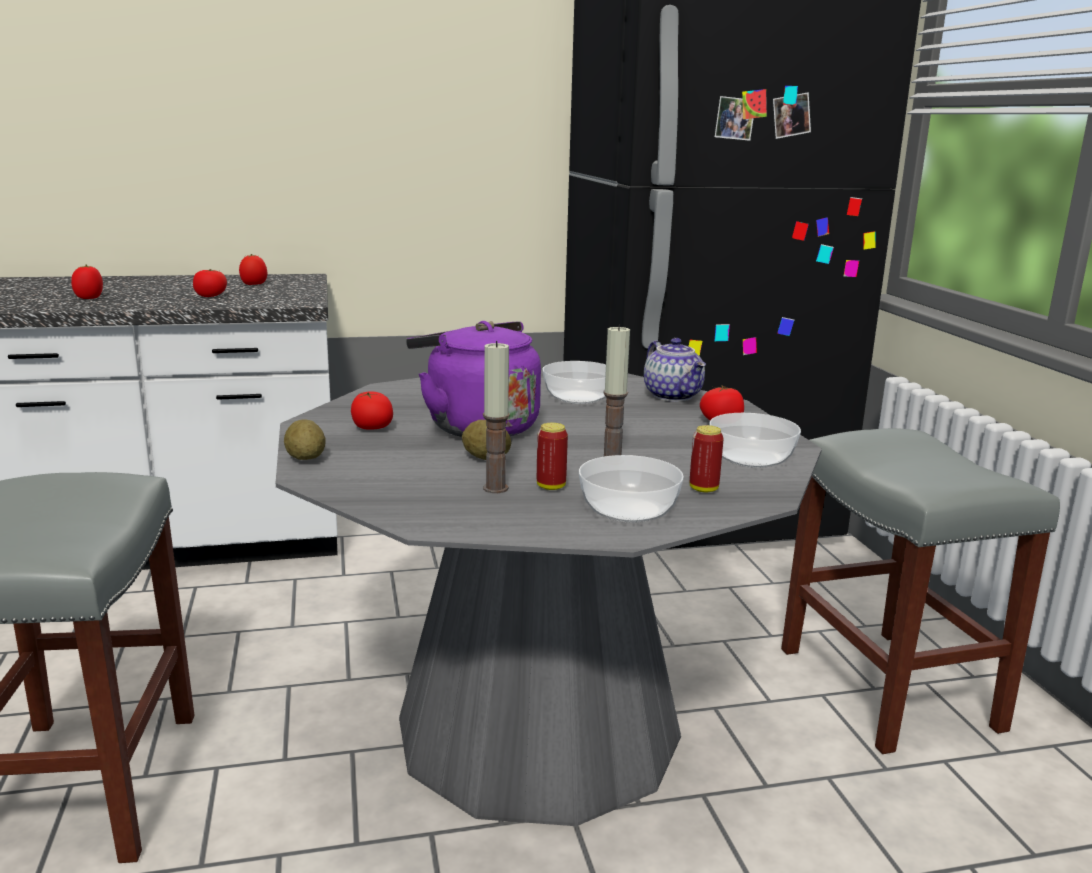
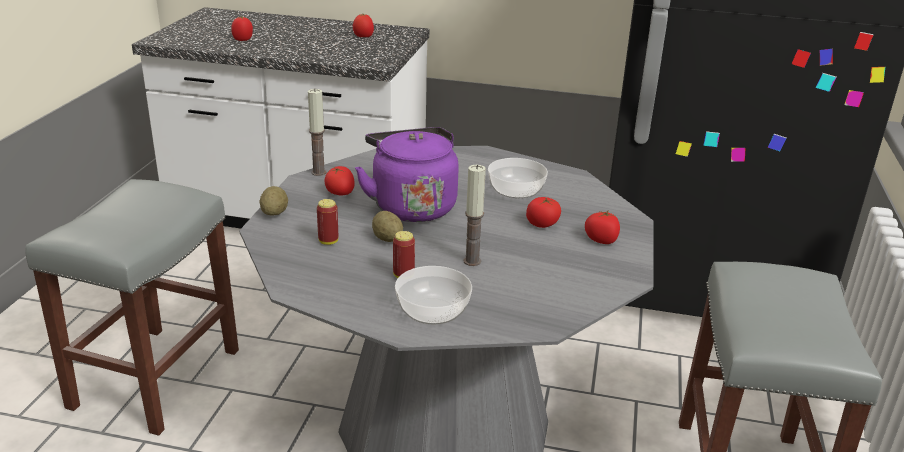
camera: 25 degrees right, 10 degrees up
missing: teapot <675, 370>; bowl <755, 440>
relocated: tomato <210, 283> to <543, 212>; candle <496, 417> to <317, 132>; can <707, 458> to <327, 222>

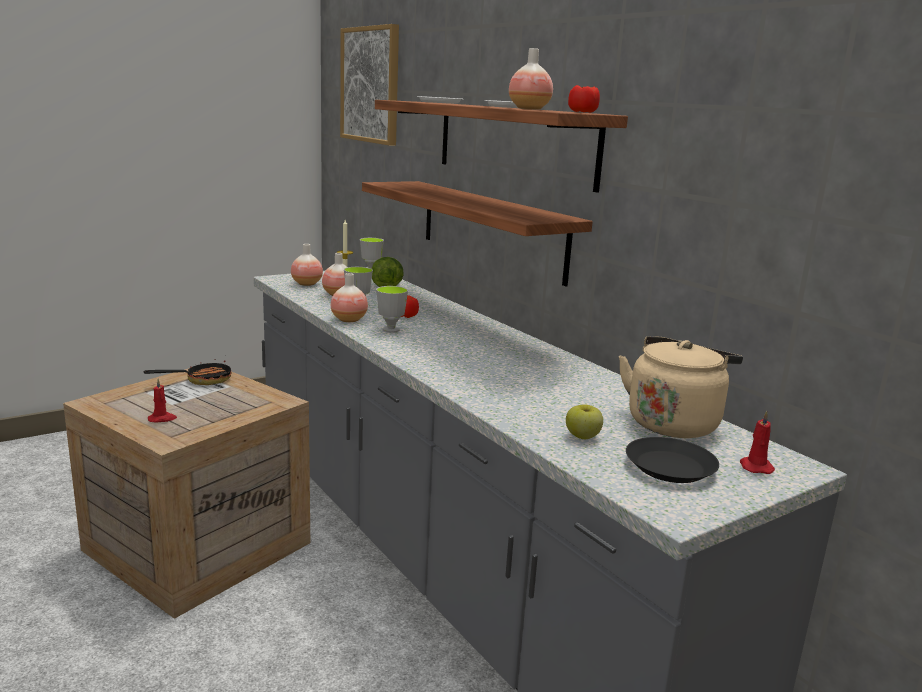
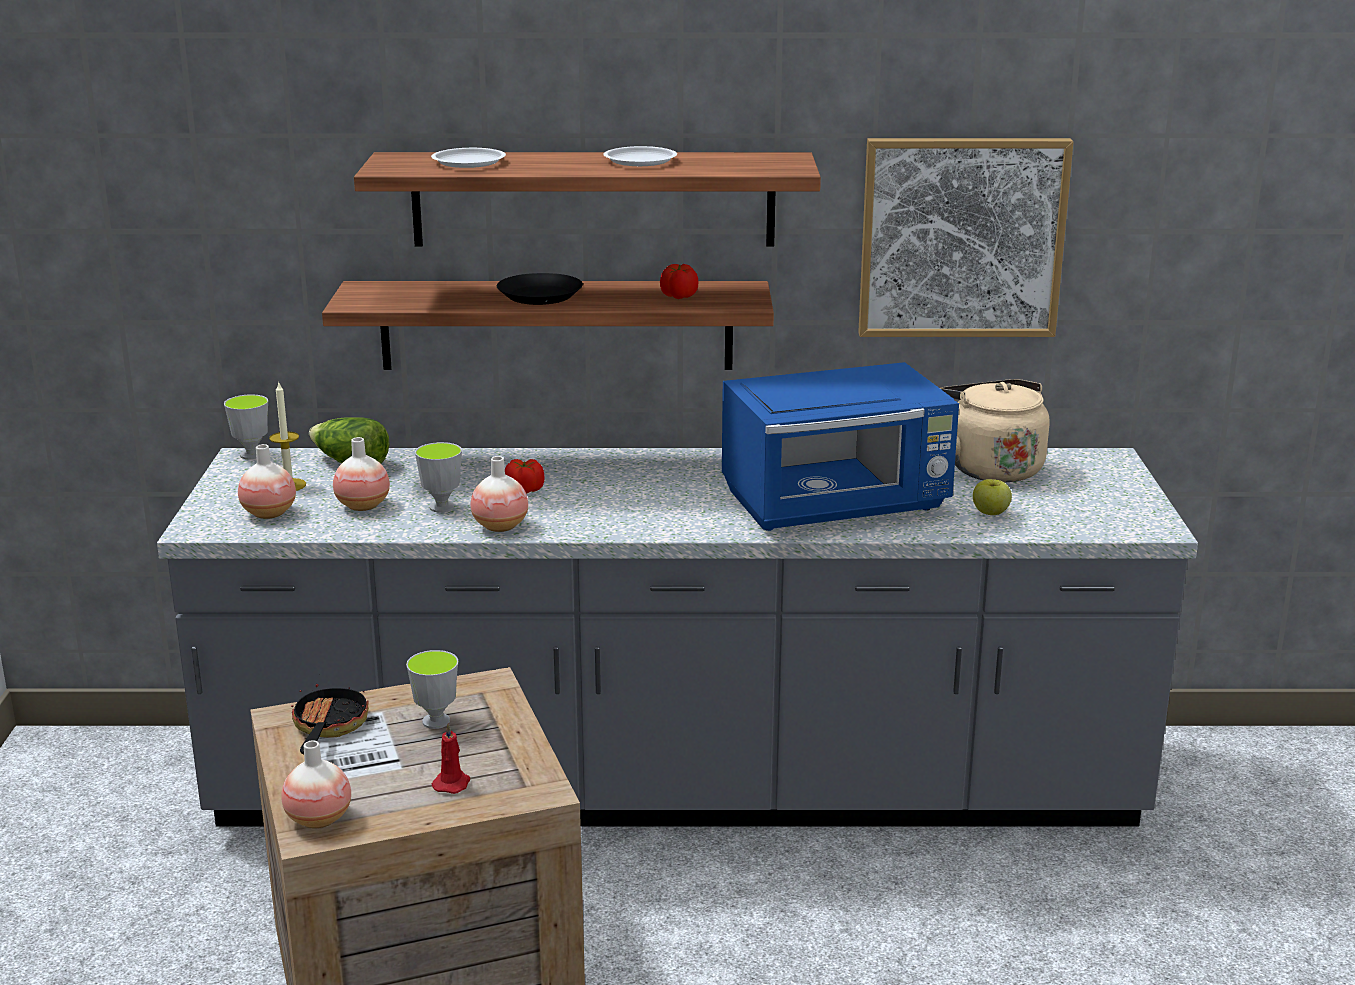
camera: 55 degrees left, 5 degrees up
missing: candle/red <757, 442>
appeared: microwave/blue <840, 446>
relocated: picture <369, 85> to <966, 237>; cup <392, 309> to <432, 689>; vase <531, 79> to <316, 784>; tomato <584, 99> to <679, 281>; plate/black <672, 460> to <540, 289>

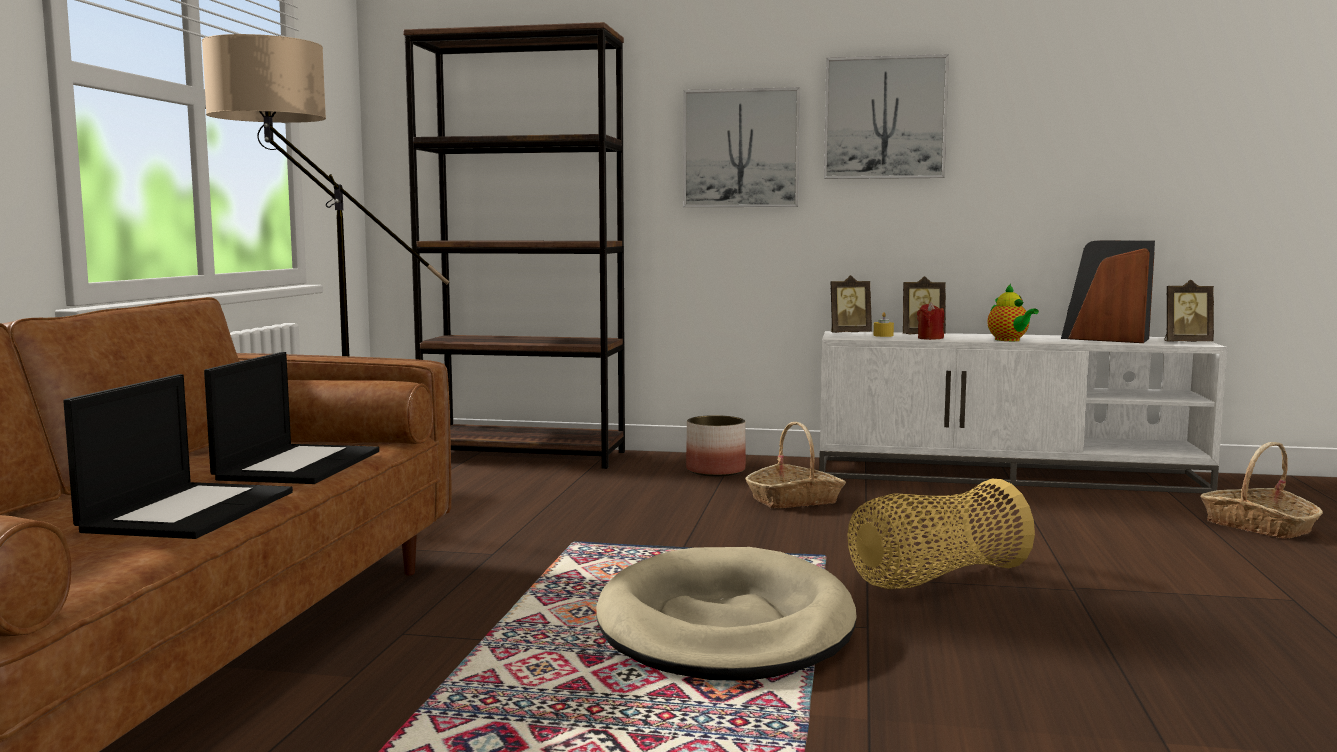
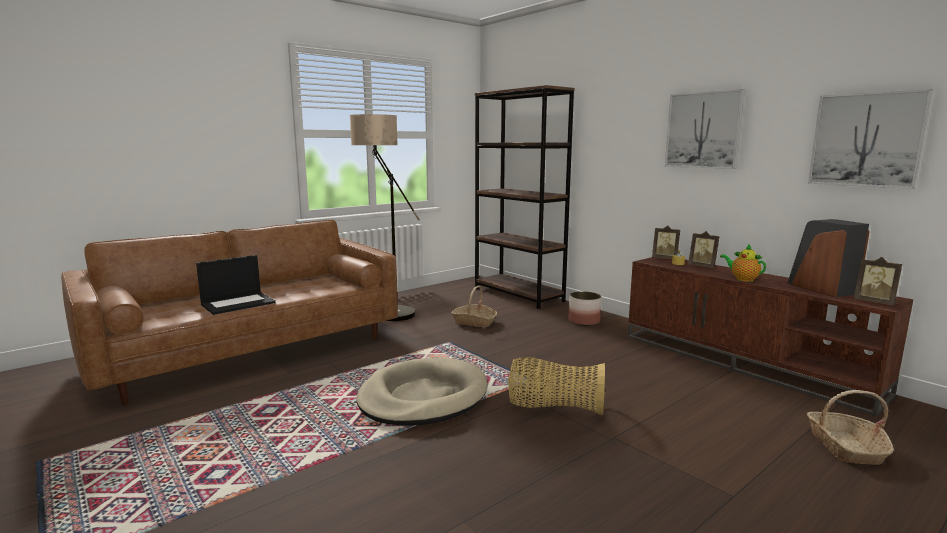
camera: 40 degrees right, 5 degrees up
missing: laptop <291, 418>; candle/red <930, 321>
relocated: picture <741, 147> to <870, 139>; basket <795, 465> to <474, 307>
colour: tv stand/white <1023, 412> to tv stand/brown <770, 336>
spun: teapot <1013, 312> = <743, 263> 120 degrees clockwise

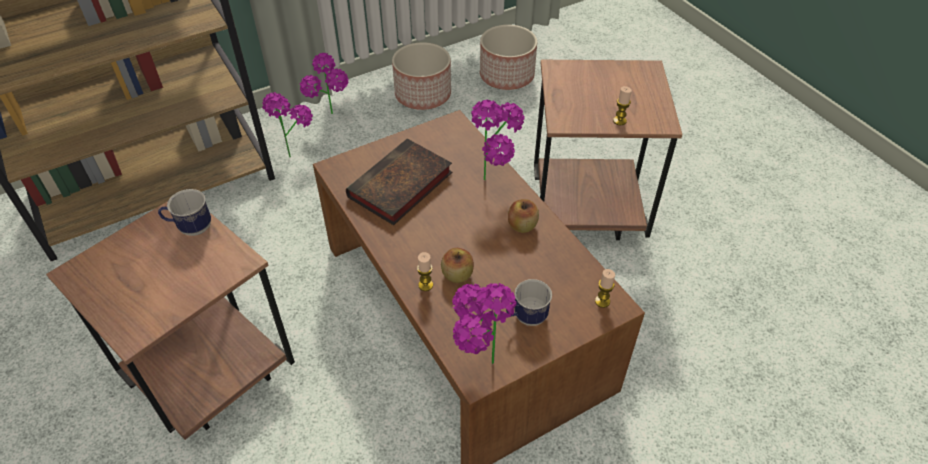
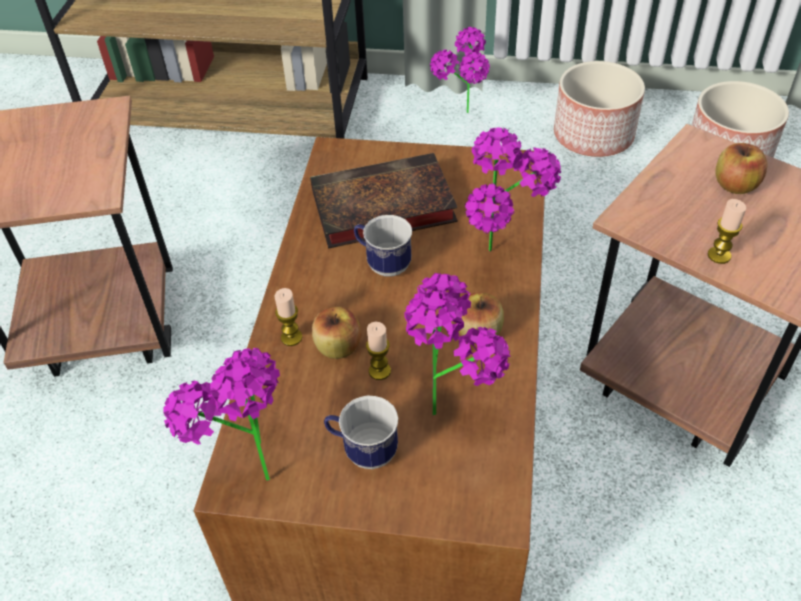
camera: 40 degrees right, 0 degrees up
appeared: apple <741, 168>
relocated: mug <184, 212> to <383, 246>; potted plant <287, 124> to <457, 344>; candle <605, 288> to <378, 351>

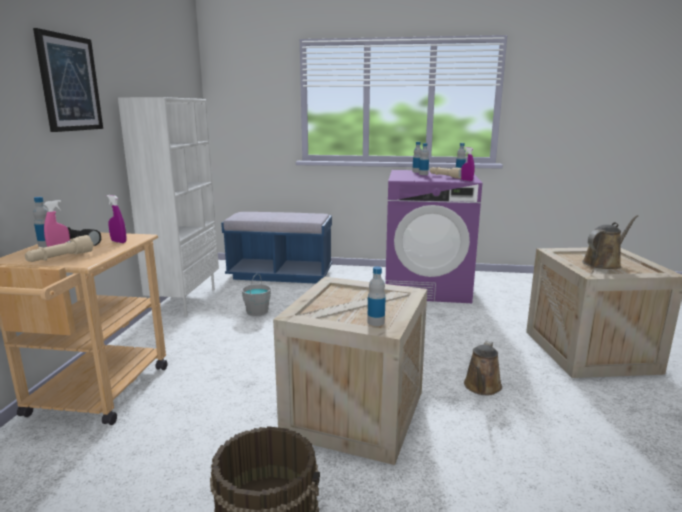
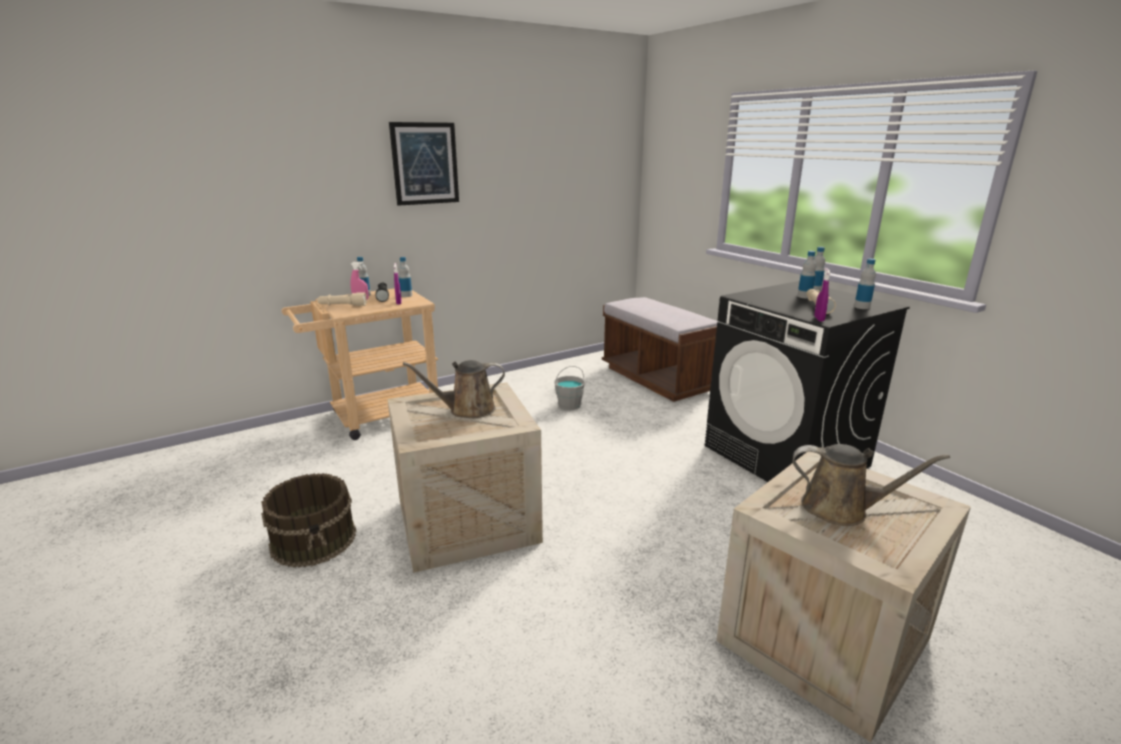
camera: 50 degrees right, 5 degrees up
missing: bookcase/white <168, 206>
relocated: bottle <376, 296> to <405, 277>; watering can/brown <483, 368> to <454, 389>
colour: bench/blue <276, 248> to bench/brown <660, 349>; washing machine/purple <433, 236> to washing machine/black <807, 381>

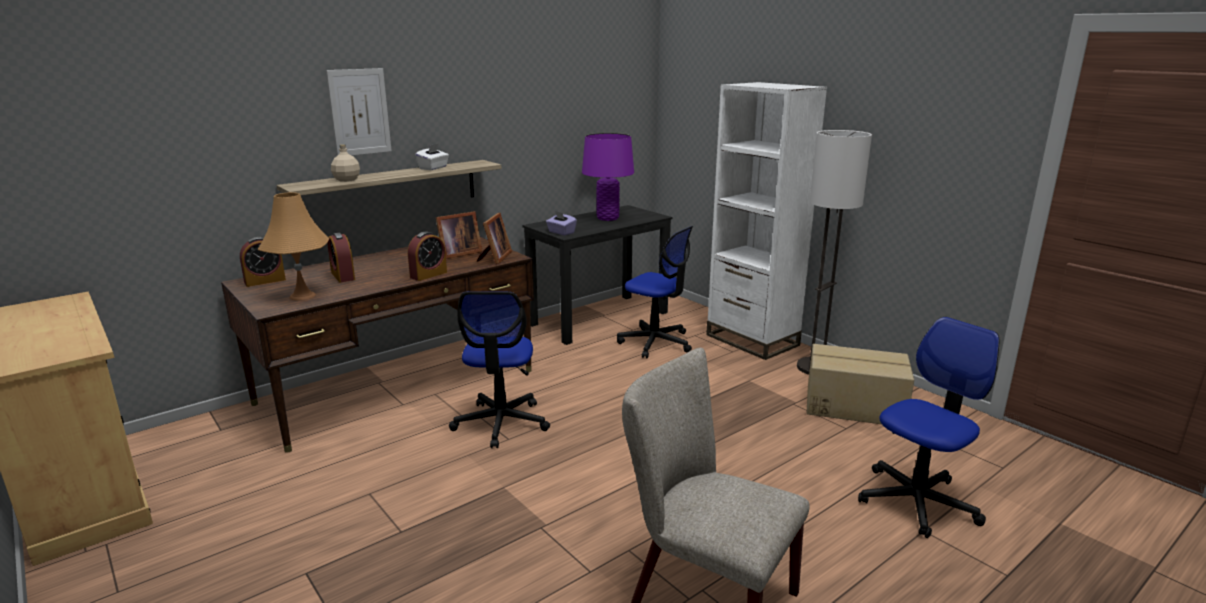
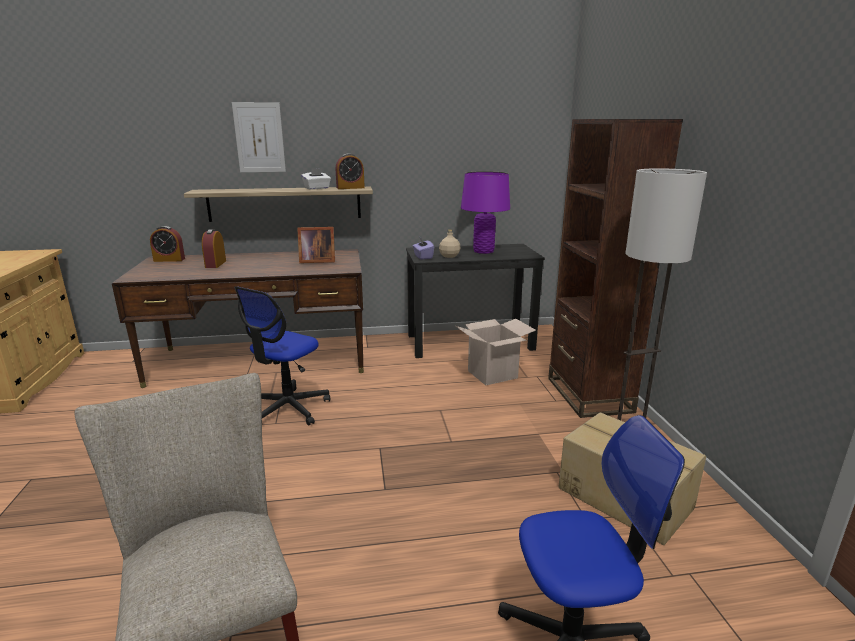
camera: 30 degrees right, 0 degrees up
missing: table lamp/orange <293, 246>; picture frame <494, 238>
relocated: bottle/beige <345, 163> to <450, 244>; alarm clock <427, 256> to <350, 171>
exchanged: office chair <655, 292> to cardboard box <496, 352>
colour: bookcase/white <766, 221> to bookcase/brown <615, 268>

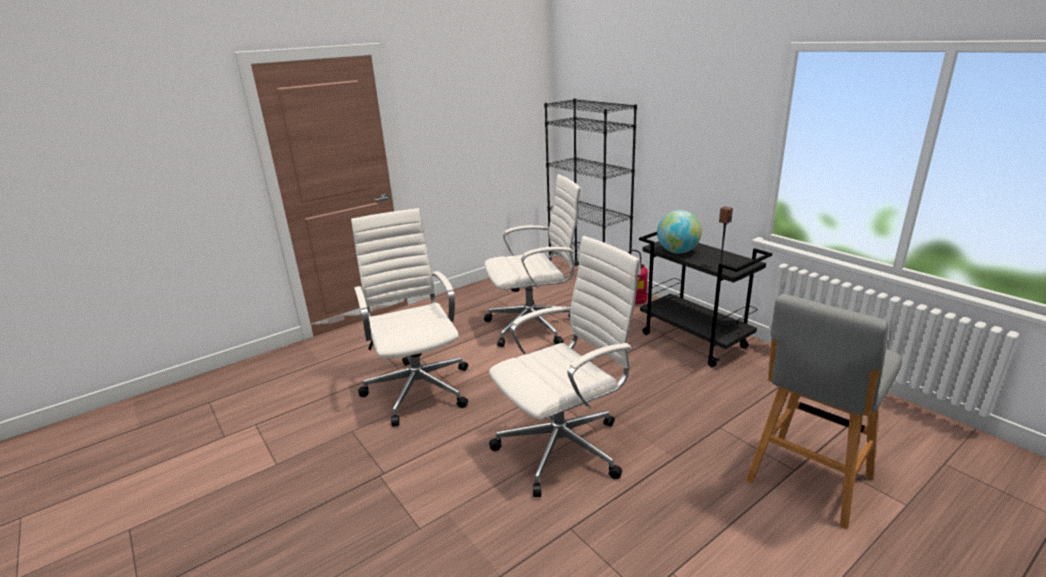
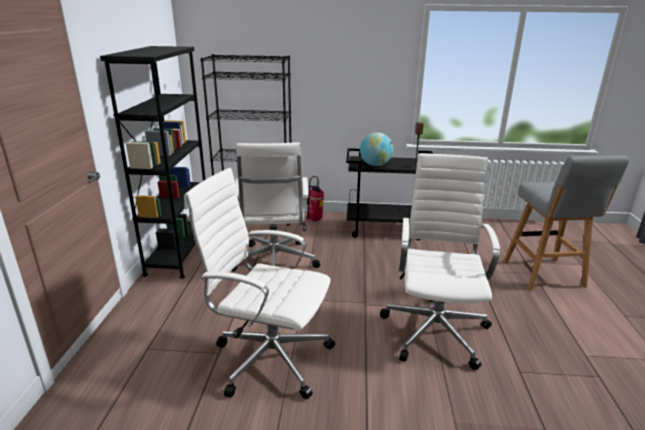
camera: 50 degrees left, 0 degrees up
appeared: bookcase/black <153, 162>
spun: office chair/white <533, 260> = <275, 206> 150 degrees clockwise

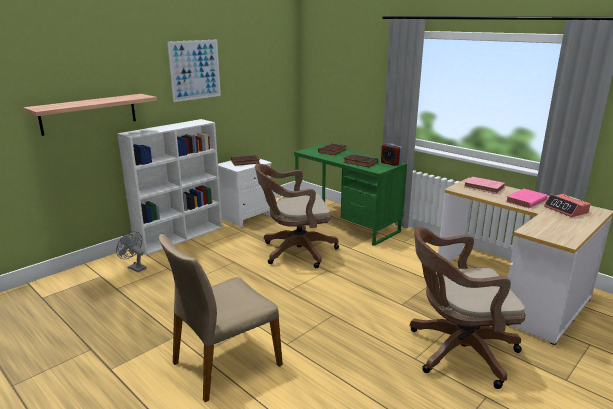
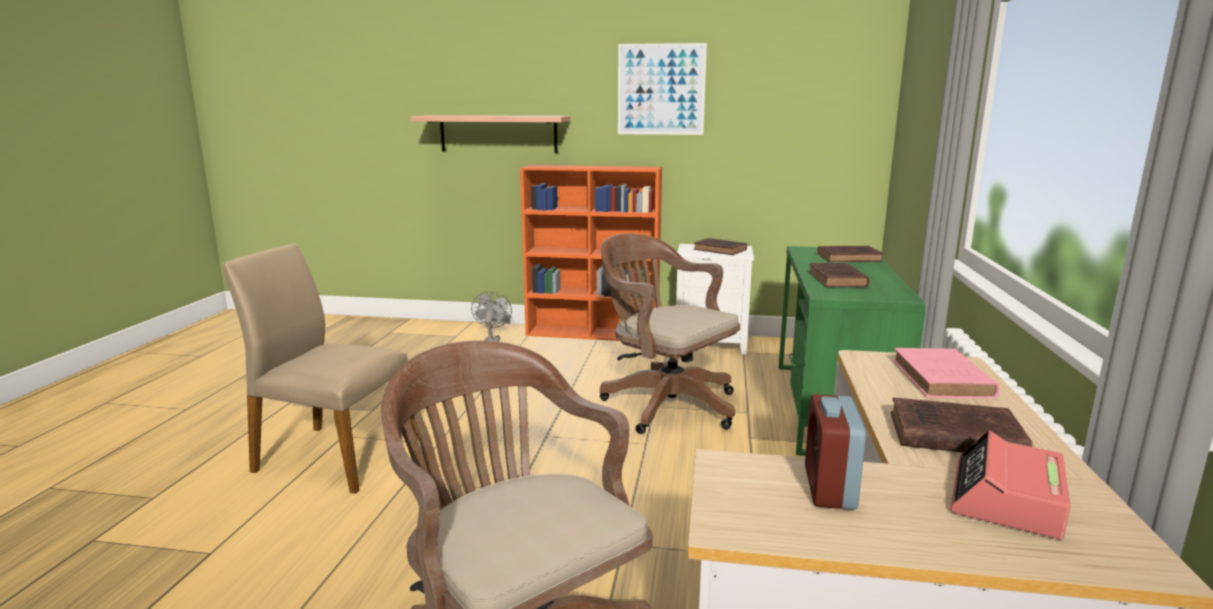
camera: 55 degrees right, 5 degrees down
relocated: alarm clock <391, 154> to <835, 452>
colour: bookcase/white <169, 187> to bookcase/orange <591, 253>; book/pink <527, 198> to book/brown <961, 425>

